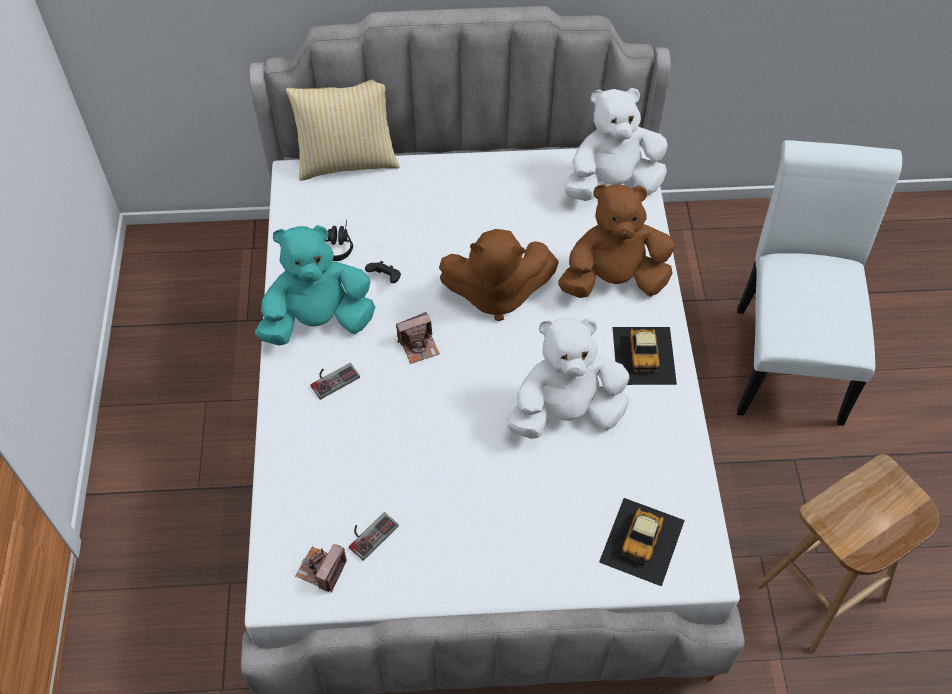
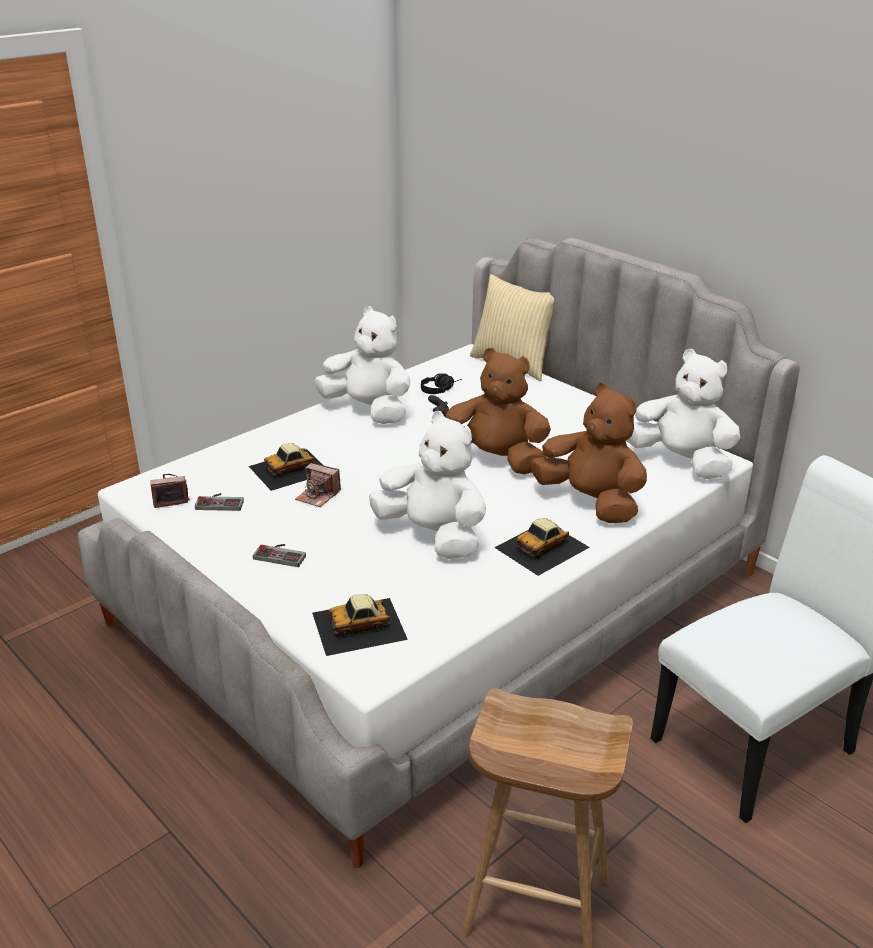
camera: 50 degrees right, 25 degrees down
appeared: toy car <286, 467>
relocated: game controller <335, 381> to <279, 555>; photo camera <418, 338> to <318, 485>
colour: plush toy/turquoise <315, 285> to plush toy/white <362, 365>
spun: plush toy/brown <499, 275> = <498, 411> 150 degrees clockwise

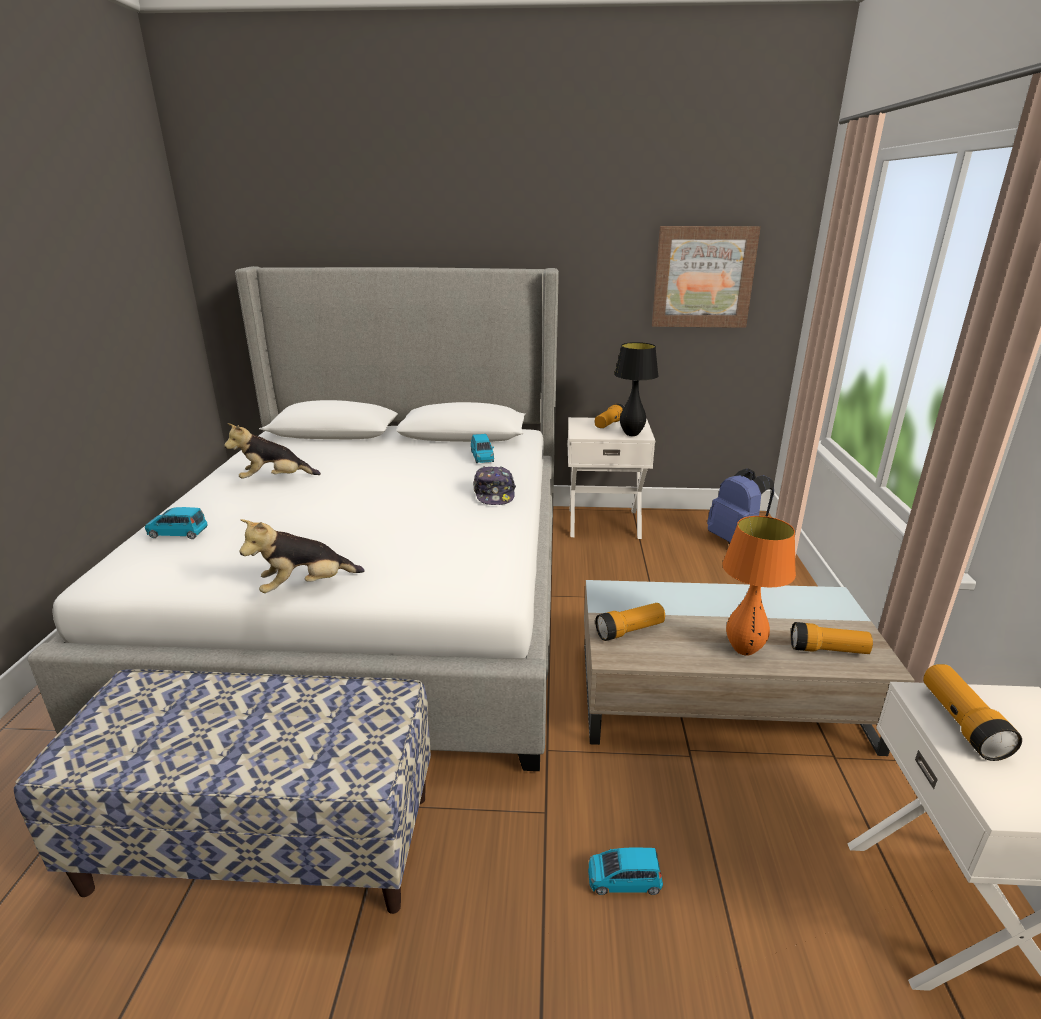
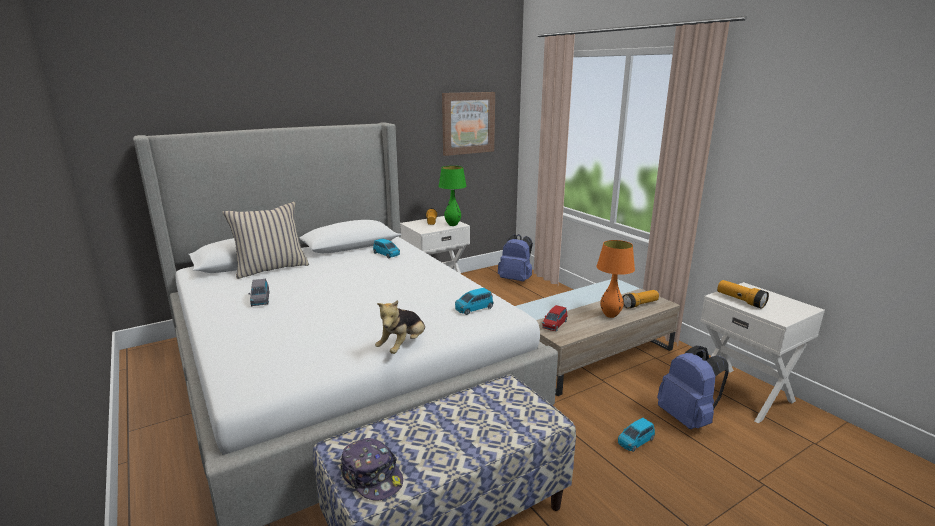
camera: 35 degrees left, 5 degrees down
appeared: pillow/beige <265, 240>; backpack/blue <693, 387>
relocated: toy car/blue <176, 523> to <474, 301>; cap <494, 485> to <371, 469>
exchanged: plush toy <272, 451> to toy car/grey <259, 293>; flashlight <630, 622> to toy car/red <554, 318>
colour: table lamp/black <636, 389> to table lamp/green <452, 196>

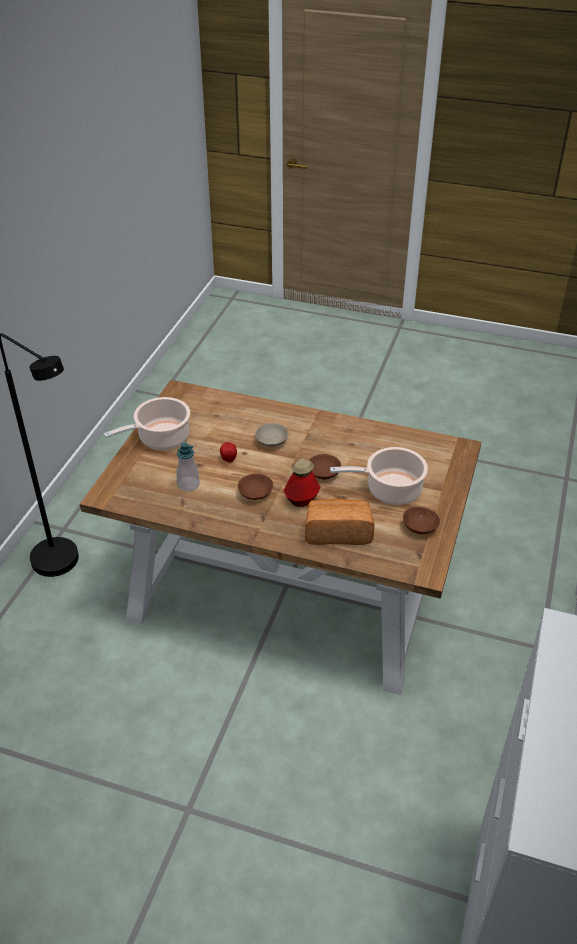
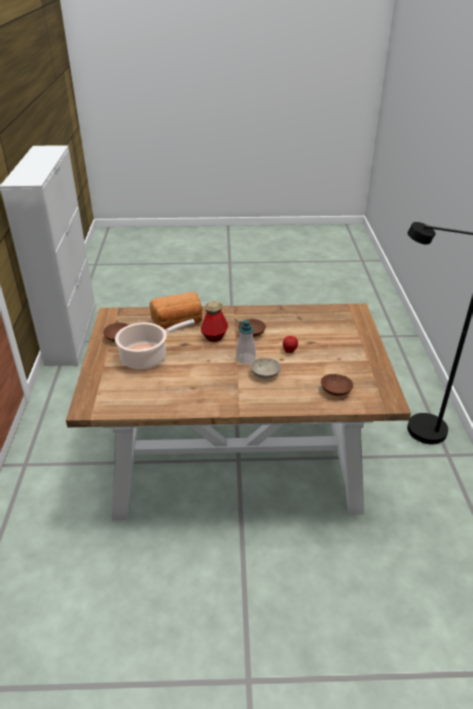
camera: 160 degrees right, 5 degrees down
missing: cooking pot <147, 423>
relocated: soap dispenser <188, 467> to <246, 342>; bowl/brown <325, 467> to <337, 385>

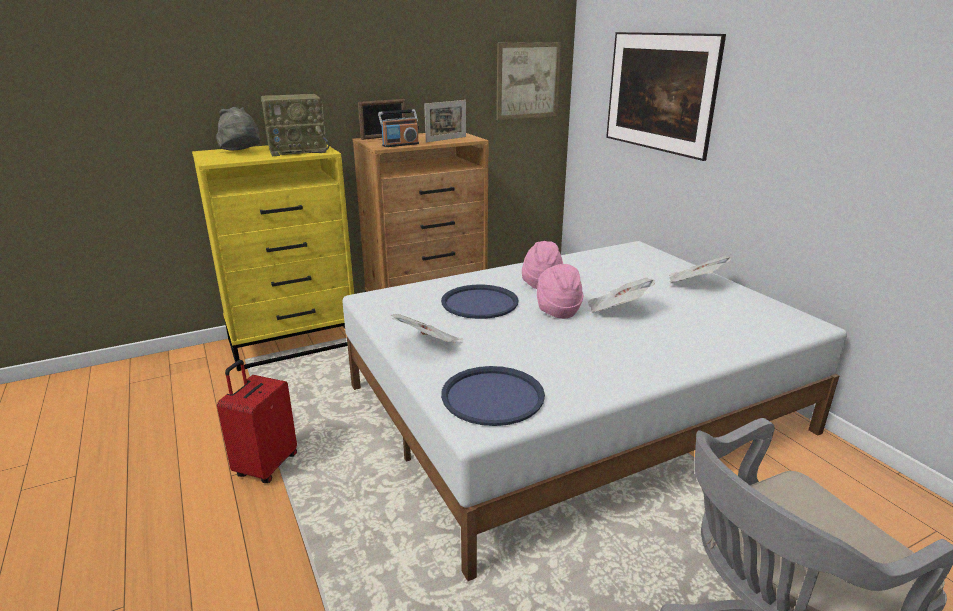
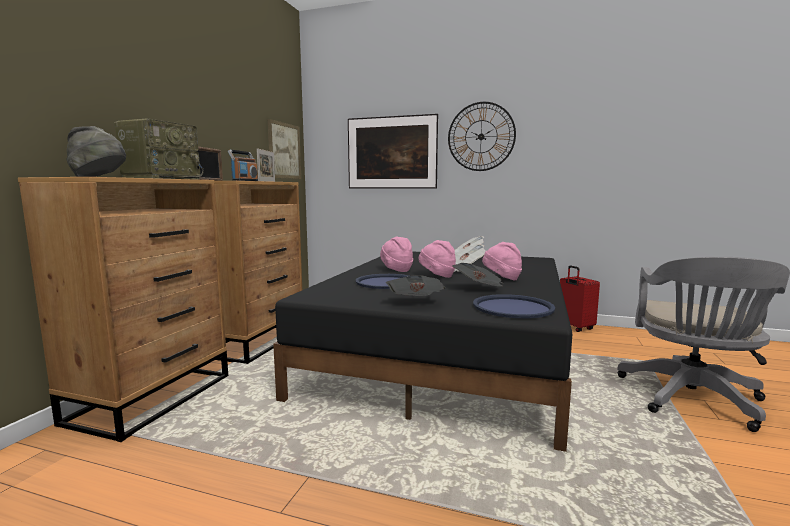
camera: 45 degrees left, 15 degrees down
appeared: wall clock <482, 136>; newspaper <477, 274>; hat/pink <502, 261>
relocated: suitcase/red <257, 421> to <580, 299>
colour: dresser/yellow <273, 258> to dresser/brown <123, 309>; bed/white <594, 411> to bed/black <422, 351>

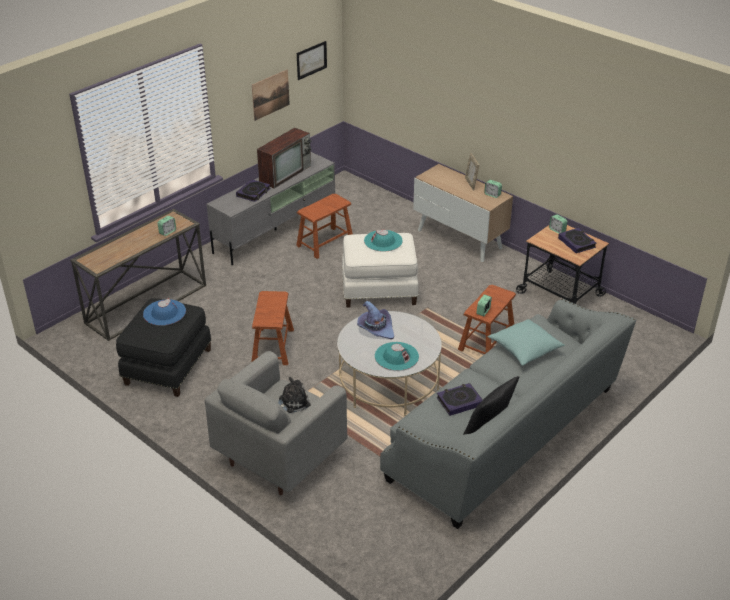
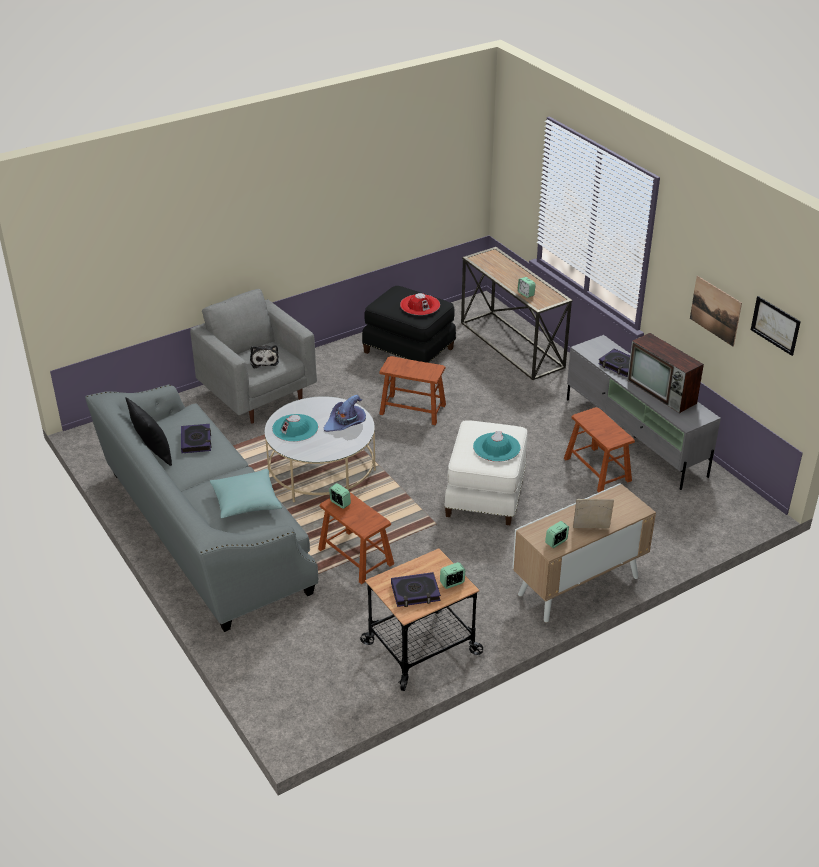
camera: 105 degrees right, 0 degrees up
colour: hat/blue <164, 312> to hat/red <420, 304>

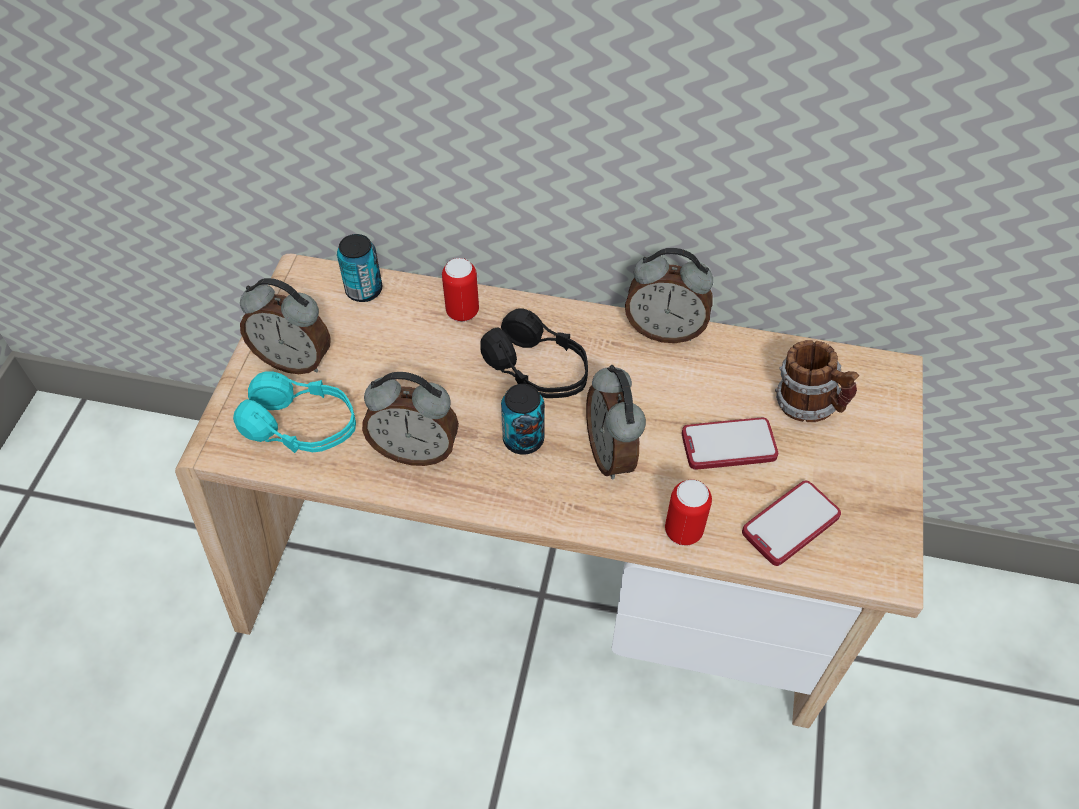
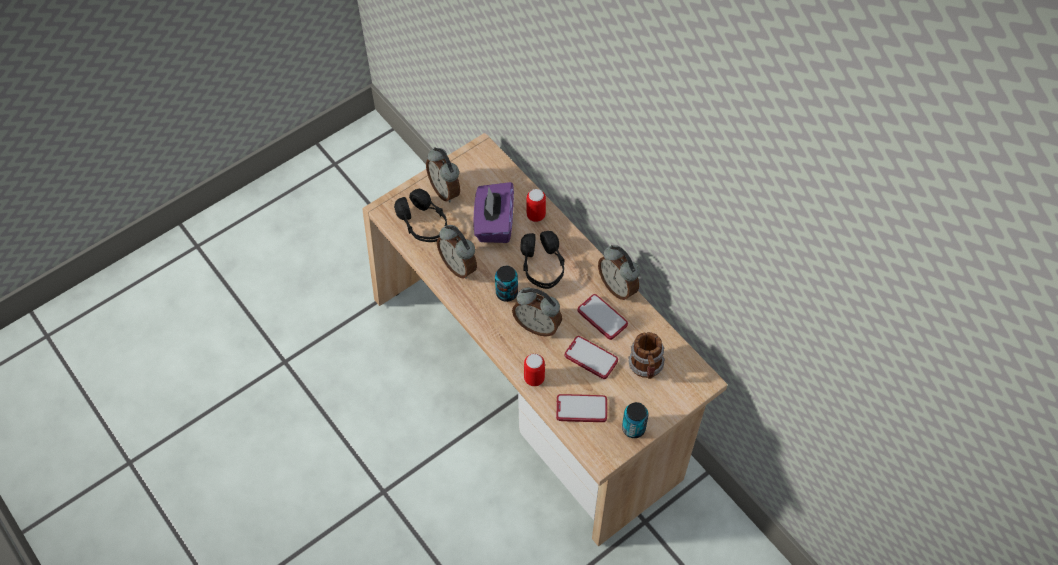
camera: 40 degrees right, 5 degrees up
appeared: tissue box/purple <494, 212>; phone <603, 317>
relocated: can <359, 268> to <635, 420>
colour: headphones/turquoise <294, 412> to headphones/black <420, 215>
spun: alarm clock <616, 422> = <537, 312> 90 degrees counterclockwise

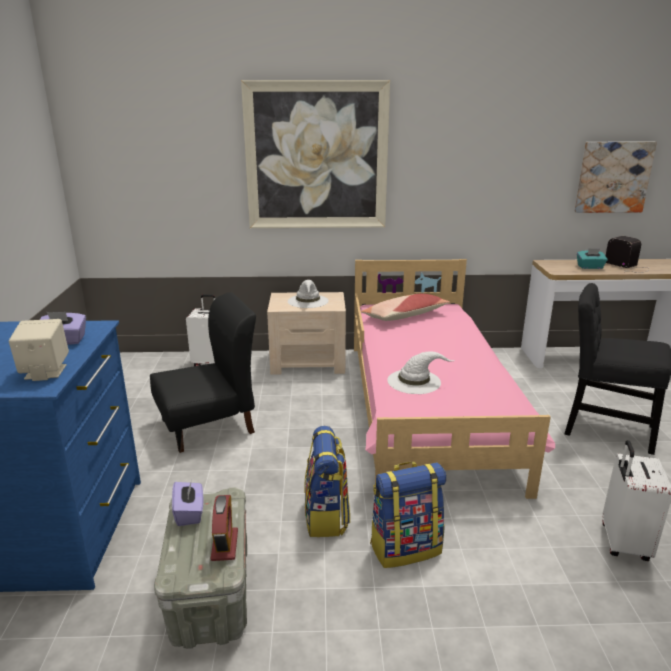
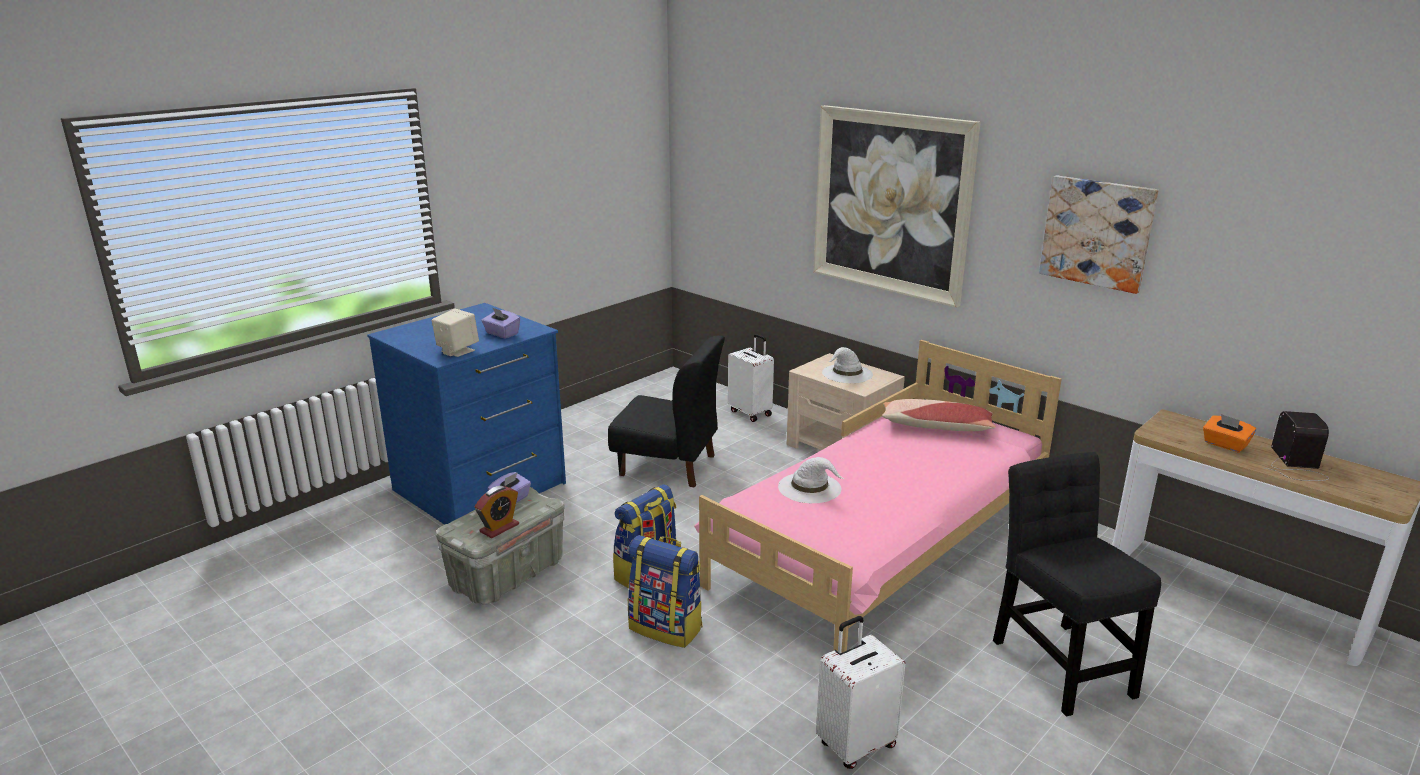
camera: 45 degrees right, 0 degrees up
relocated: picture <616, 177> to <1099, 234>
colour: tissue box/turquoise <592, 258> to tissue box/orange <1229, 433>

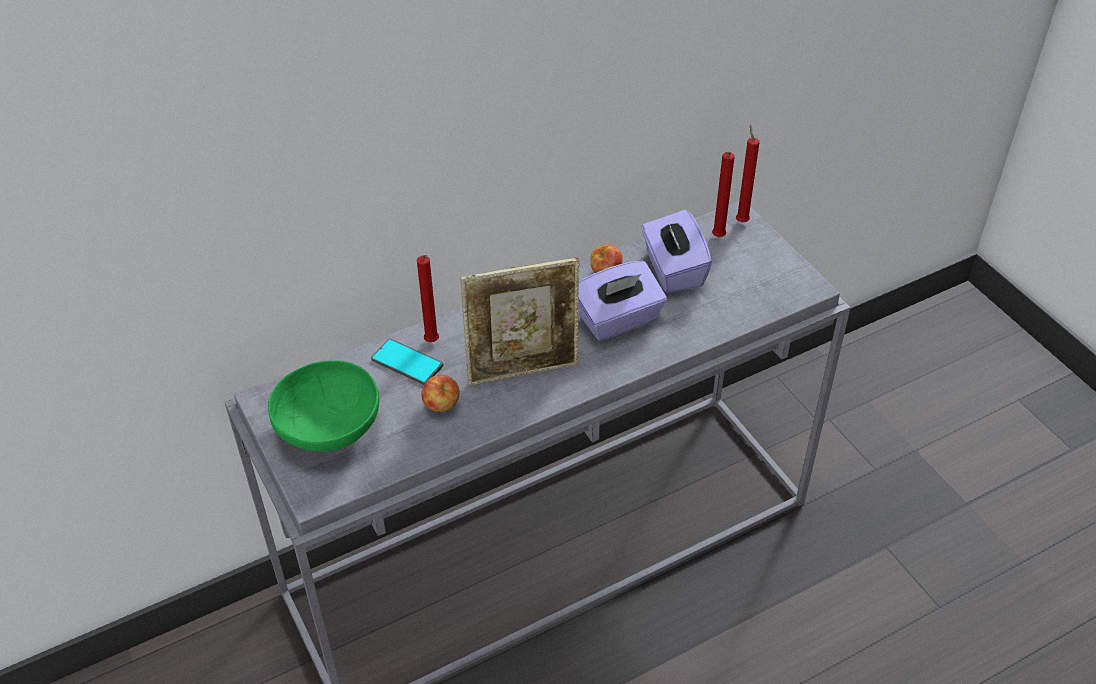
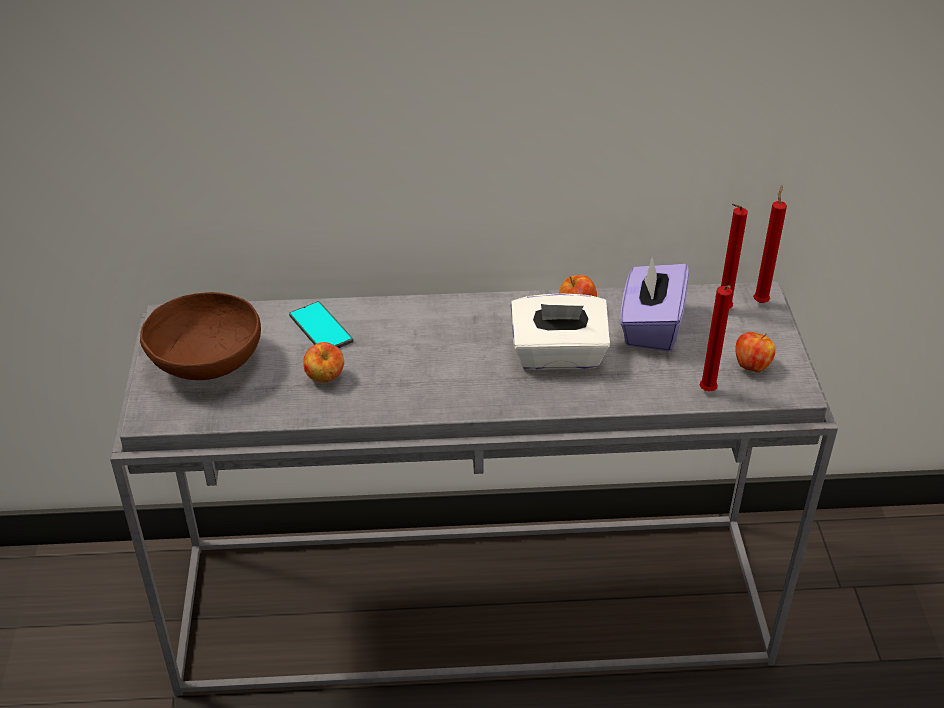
camera: 25 degrees right, 5 degrees down
missing: picture frame <520, 321>
appeared: apple <755, 352>
relocated: candle/red <428, 298> to <716, 338>
colour: bowl/green <323, 406> to bowl/brown <200, 336>; tissue box/purple <622, 301> to tissue box/white <560, 331>

